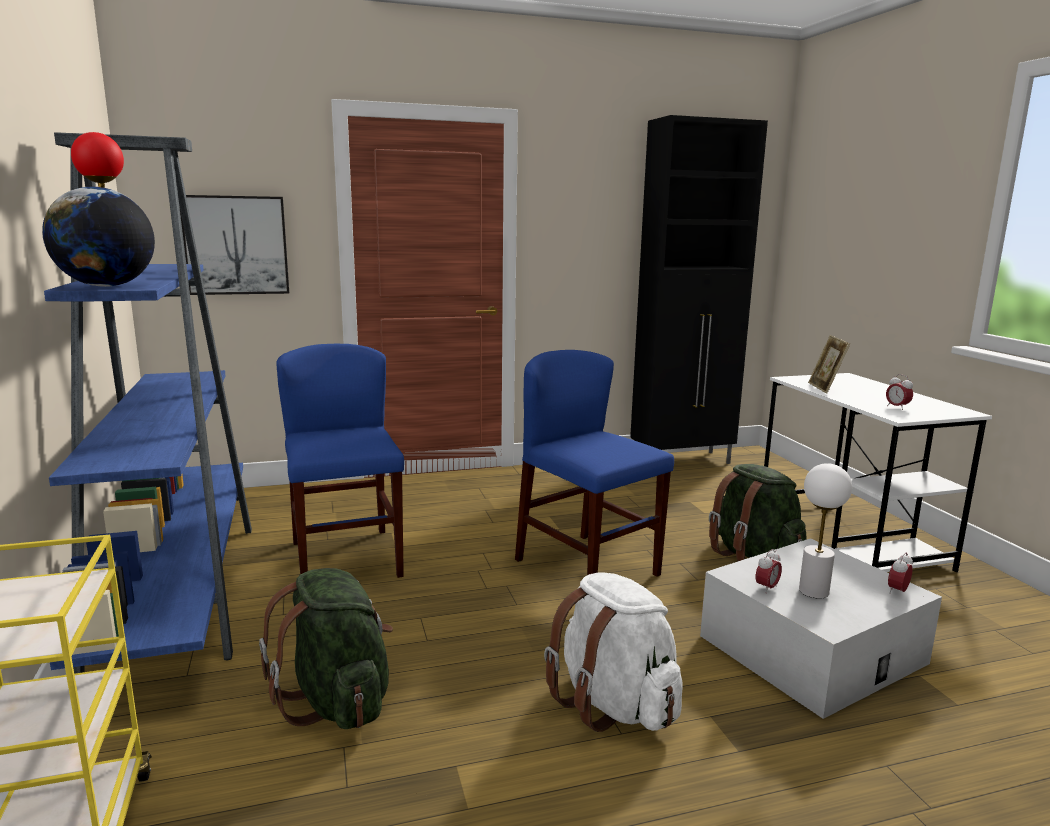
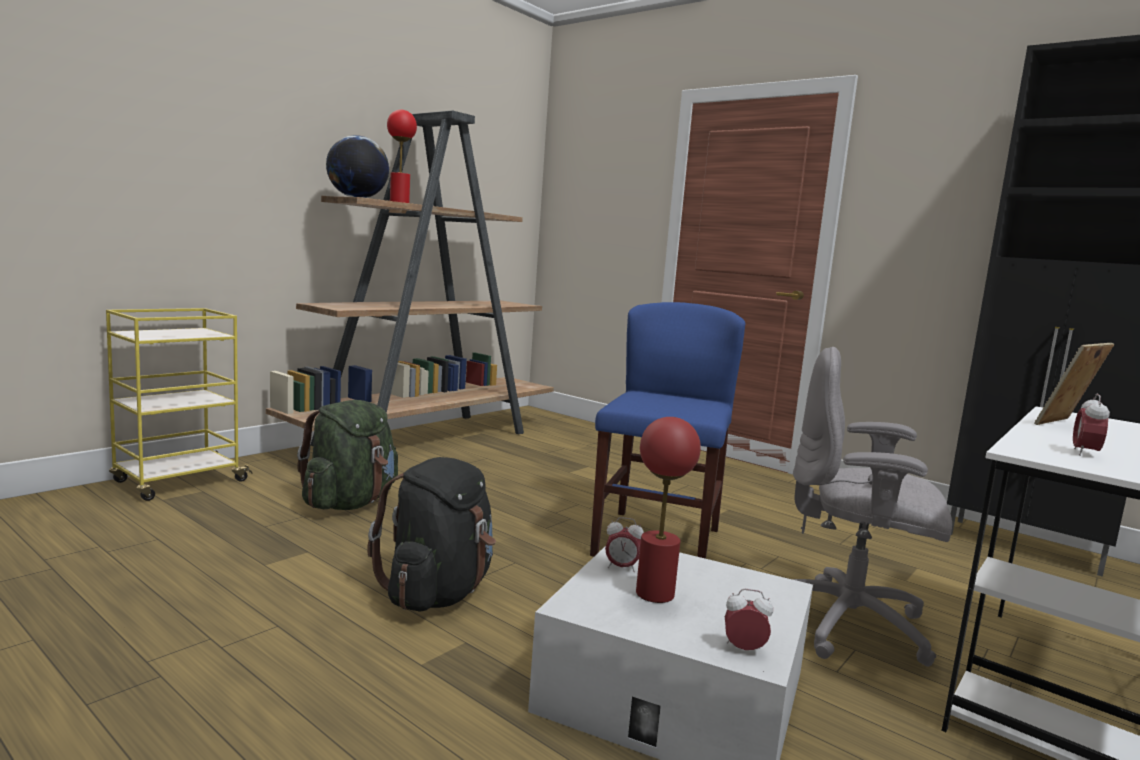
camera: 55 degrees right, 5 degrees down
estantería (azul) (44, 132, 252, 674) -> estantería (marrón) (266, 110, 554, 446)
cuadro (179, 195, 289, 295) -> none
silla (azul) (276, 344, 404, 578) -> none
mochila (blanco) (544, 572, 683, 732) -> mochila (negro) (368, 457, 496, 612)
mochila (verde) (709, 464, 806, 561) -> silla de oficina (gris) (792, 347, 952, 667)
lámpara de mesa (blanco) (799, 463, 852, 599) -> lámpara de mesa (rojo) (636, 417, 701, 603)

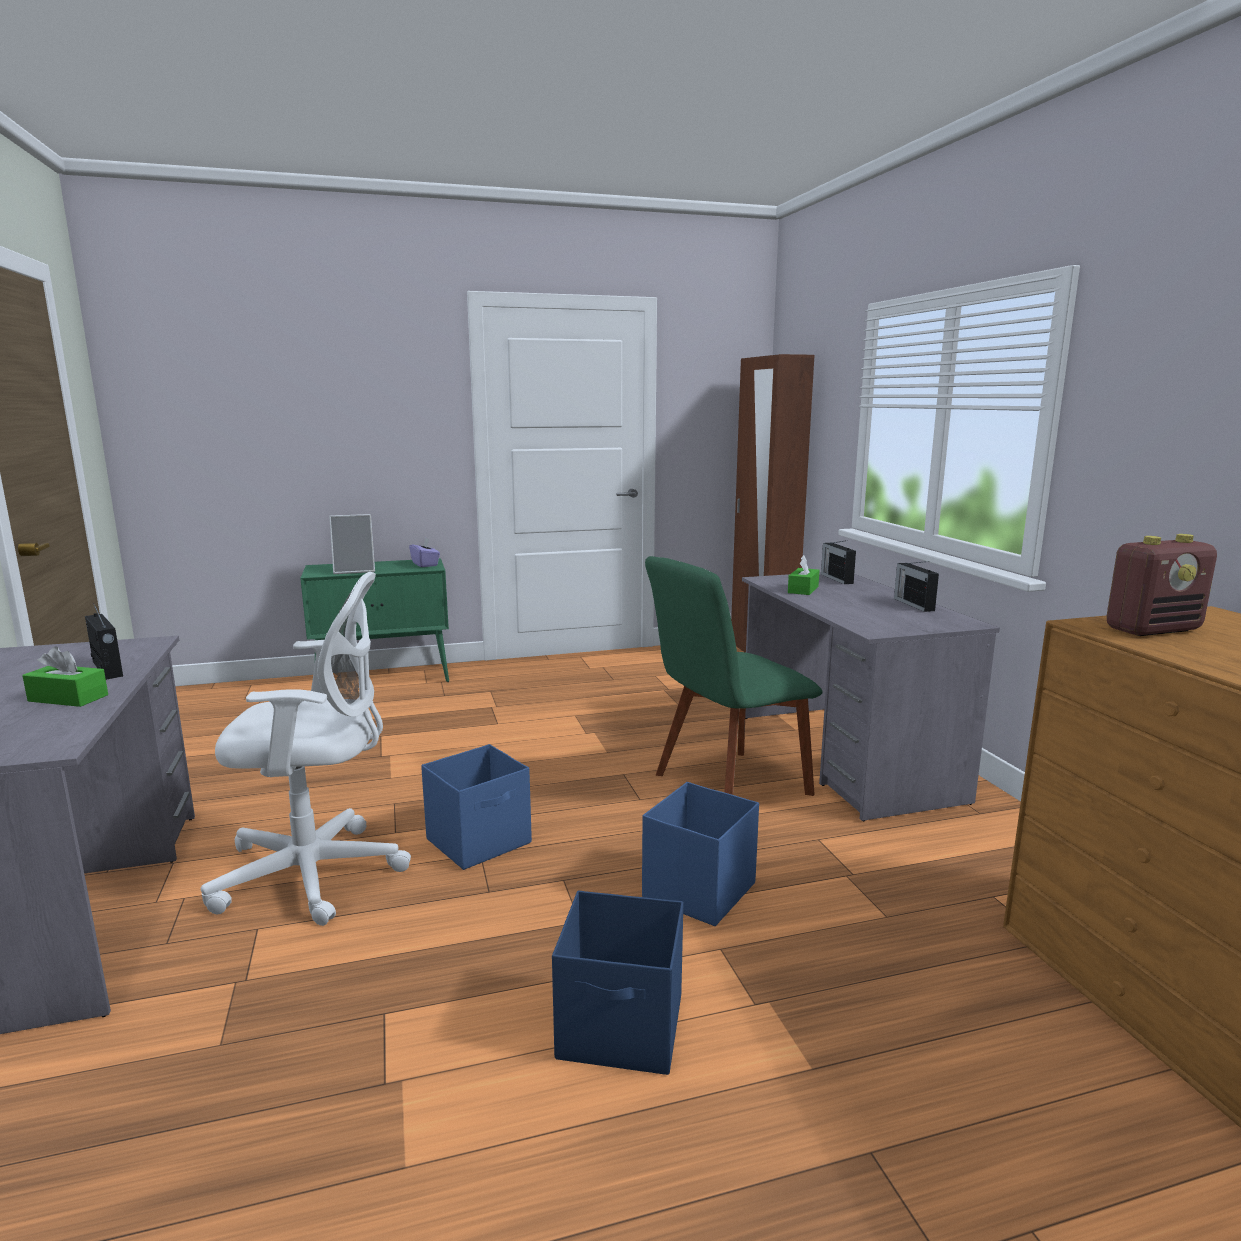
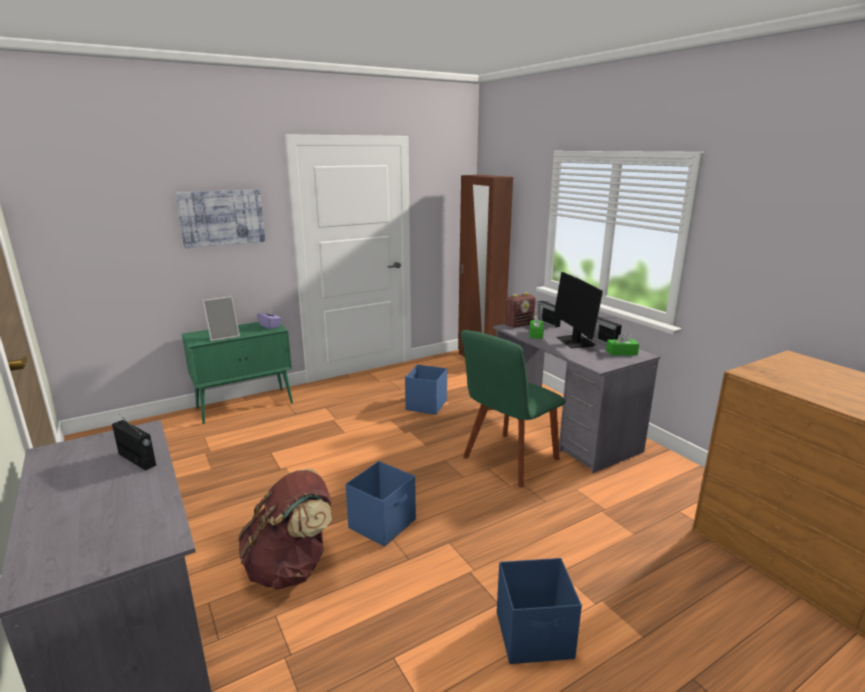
camera: 15 degrees left, 5 degrees up
caja de pañuelos (verde) (22, 646, 108, 707) -> caja de pañuelos (verde) (606, 331, 639, 356), shifted
silla de oficina (blanco) (201, 572, 411, 926) -> mochila (marrón) (238, 468, 332, 590)
caja de almacenaje (azul) (642, 782, 759, 926) -> caja de almacenaje (azul) (405, 364, 447, 415), shifted
radio (1106, 534, 1217, 636) -> radio (504, 292, 536, 328), shifted
none -> cuadro (175, 189, 265, 248)
none -> monitor (554, 272, 603, 348)

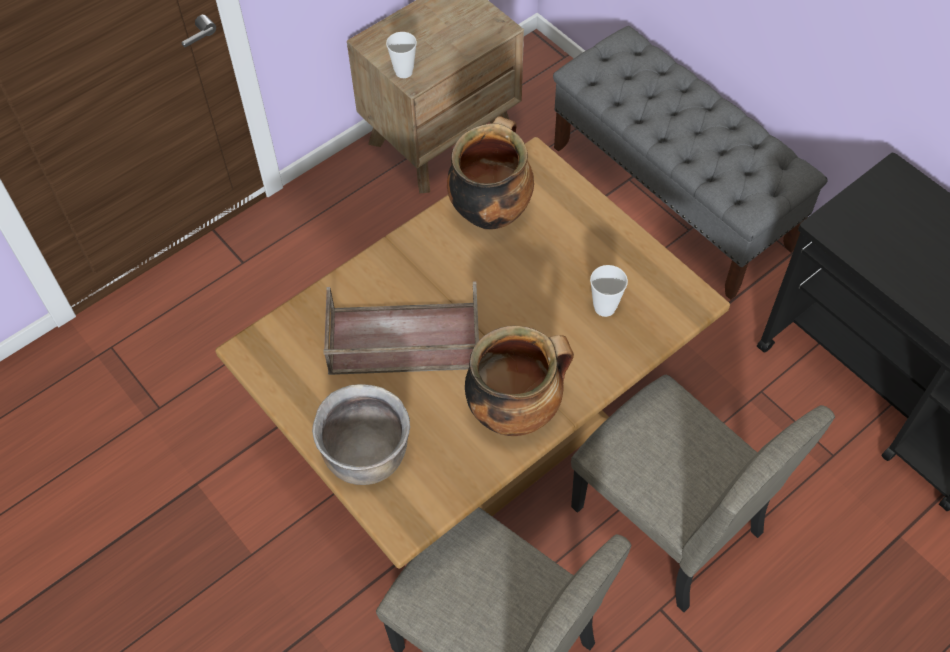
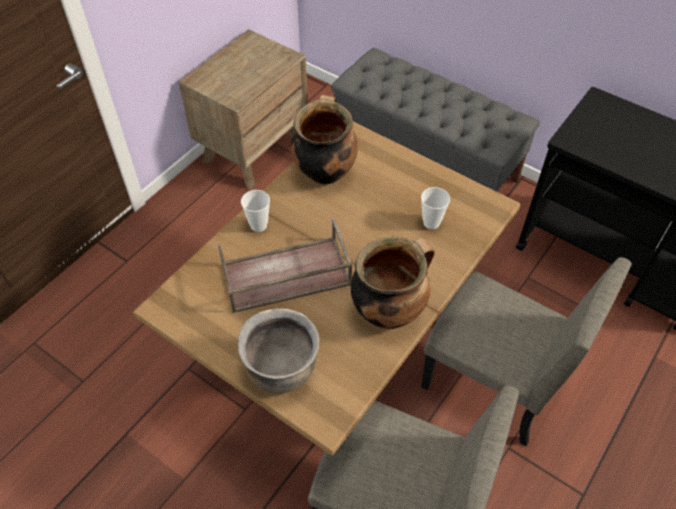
camera: 15 degrees left, 5 degrees down
taza (386, 32, 417, 78) -> taza (241, 190, 270, 232), shifted

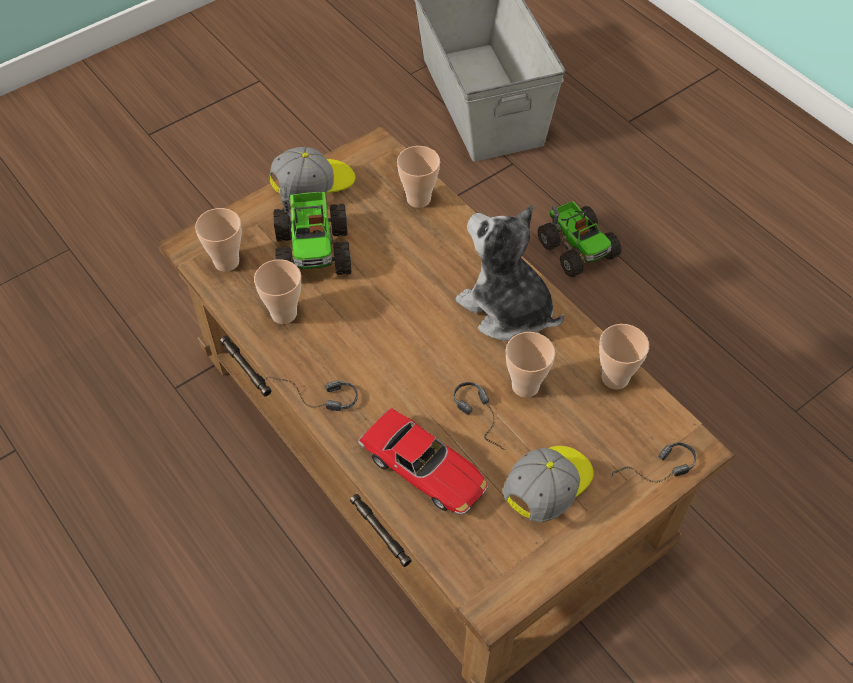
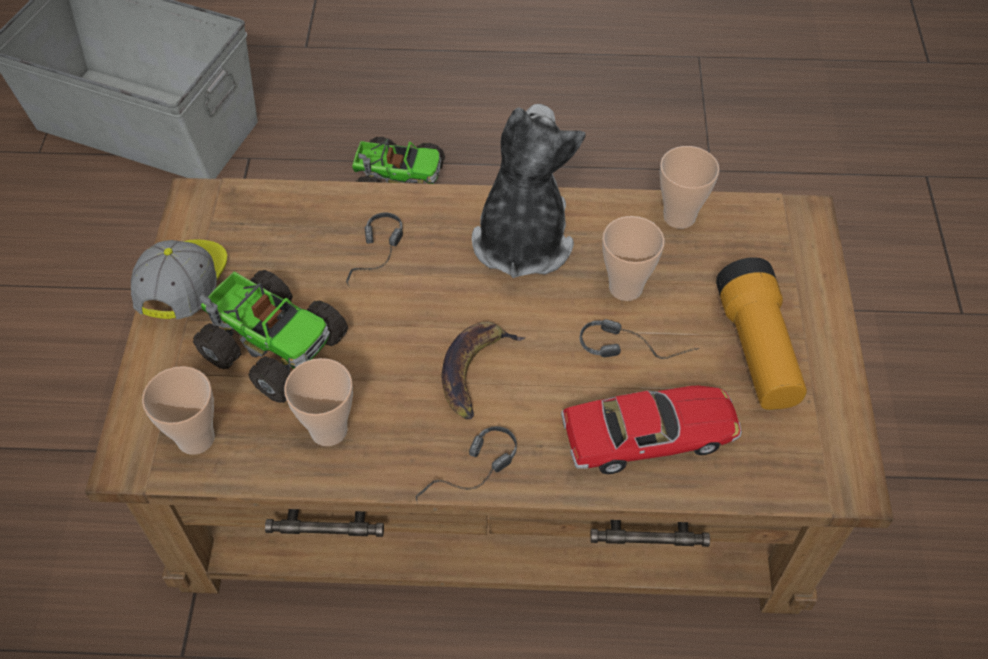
camera: 50 degrees left, 0 degrees up
taza (397, 146, 440, 208) -> none
peluche (455, 205, 564, 341) -> peluche (472, 104, 586, 278), 105 degrees clockwise
gorra (502, 446, 594, 523) -> linterna (716, 257, 807, 410)
auriculares (612, 442, 697, 482) -> auriculares (346, 212, 403, 287), shifted
none -> plátano (441, 322, 526, 420)

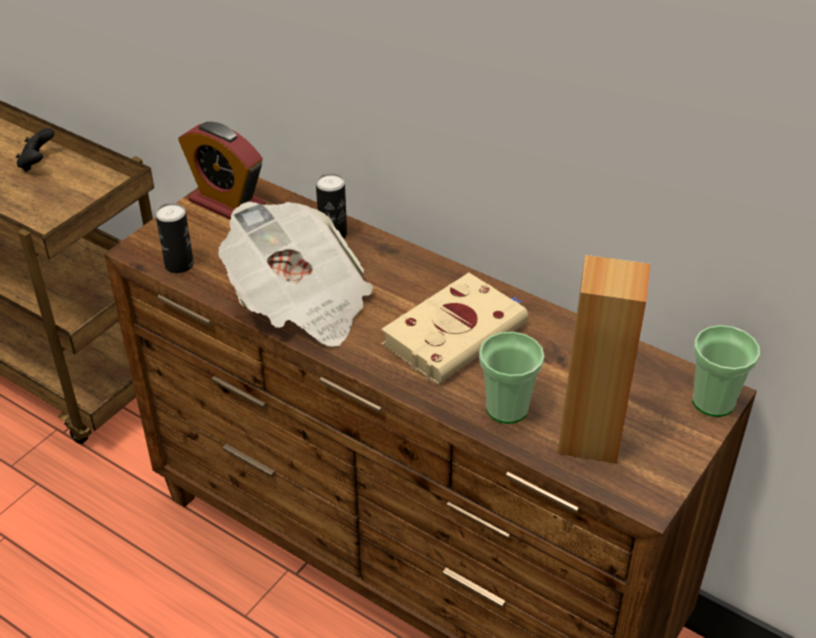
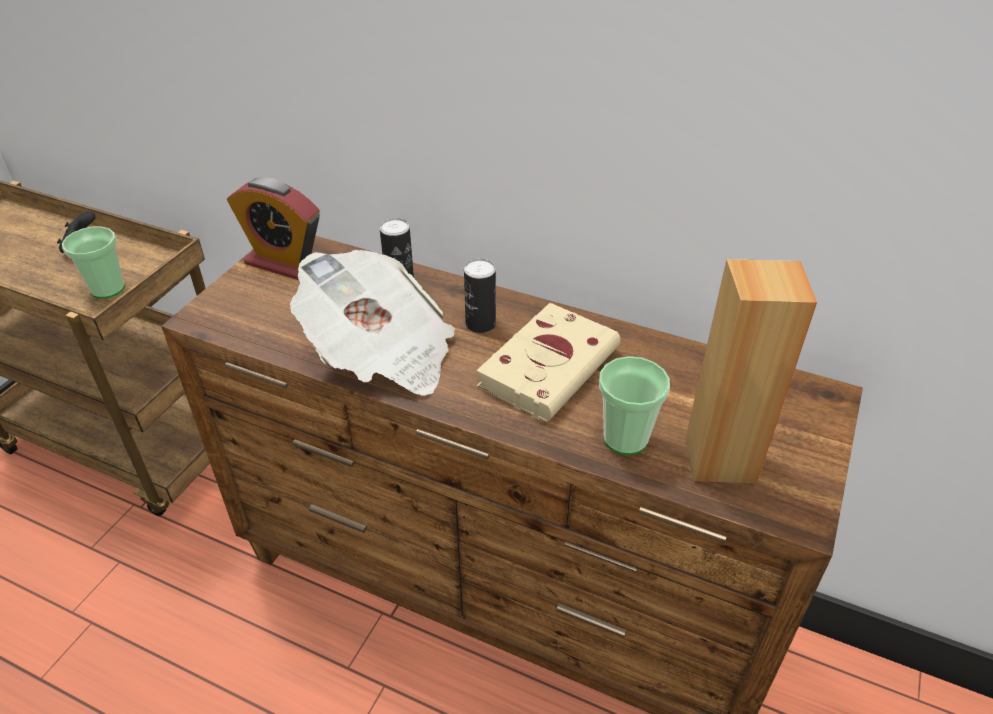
camera: 10 degrees left, 0 degrees up
lata (155, 203, 194, 273) -> lata (464, 259, 496, 333), shifted
taza (692, 325, 760, 417) -> taza (62, 227, 125, 299), shifted

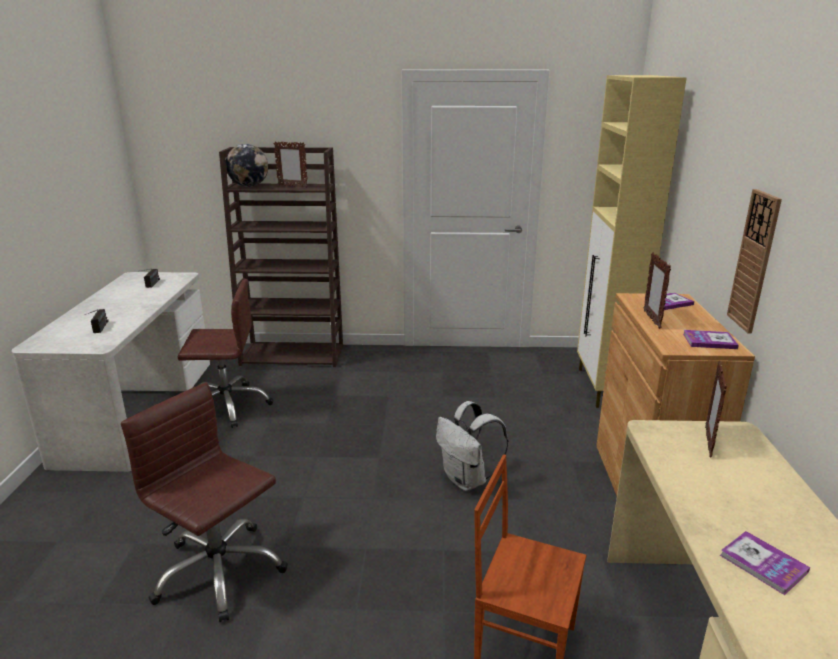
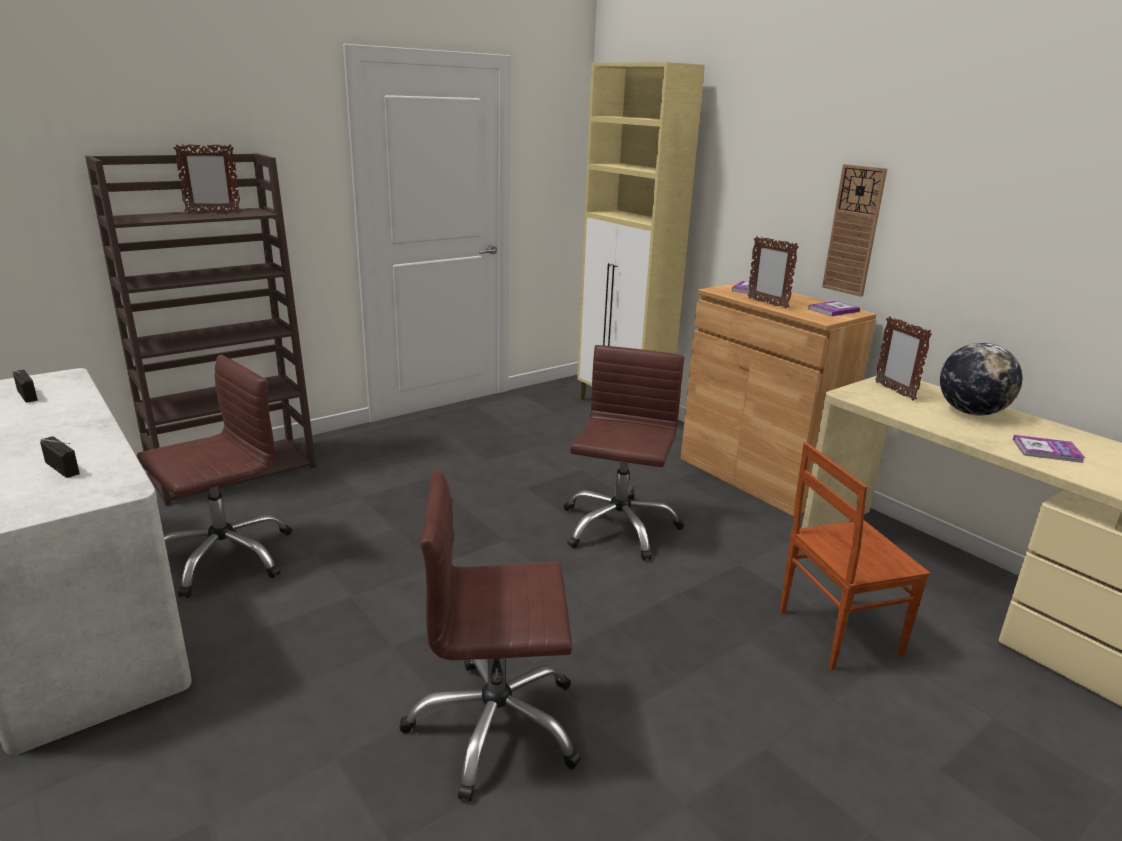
camera: 40 degrees left, 0 degrees up
globo terráqueo (226, 144, 268, 187) -> globo terráqueo (940, 343, 1022, 416), shifted
mochila (blanco) (436, 401, 508, 491) -> silla de oficina (marrón) (564, 345, 684, 561)

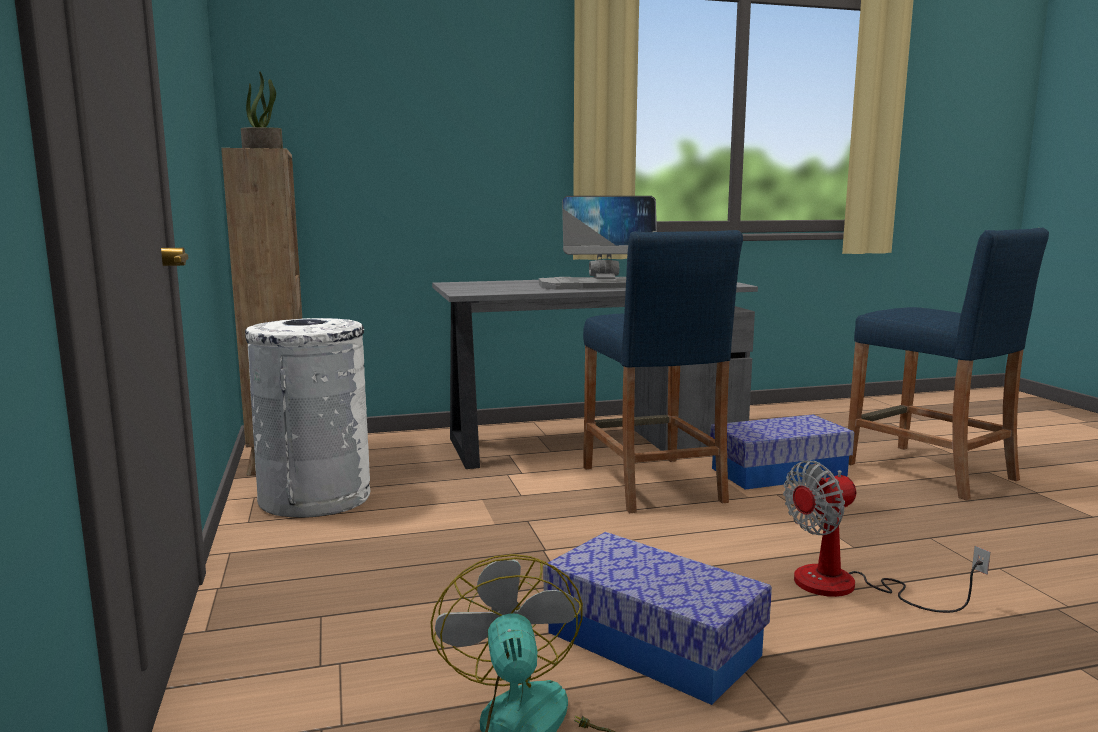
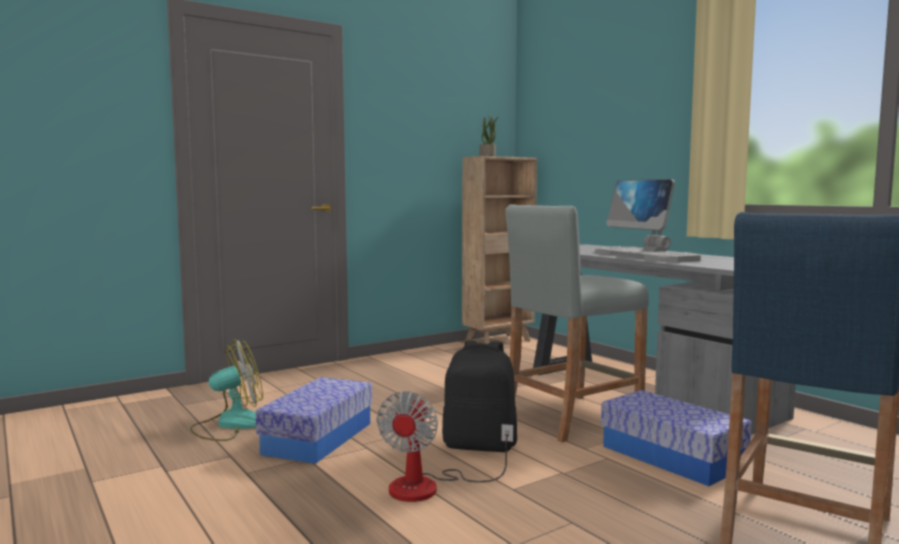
camera: 70 degrees right, 5 degrees down
papelera (blanco) (245, 318, 371, 518) -> none
taburete (azul) (583, 230, 743, 513) -> taburete (gris) (505, 205, 649, 442)
ventilador (783, 460, 990, 613) -> ventilador (377, 391, 513, 502), 120 degrees counterclockwise
none -> mochila (negro) (442, 341, 517, 452)

